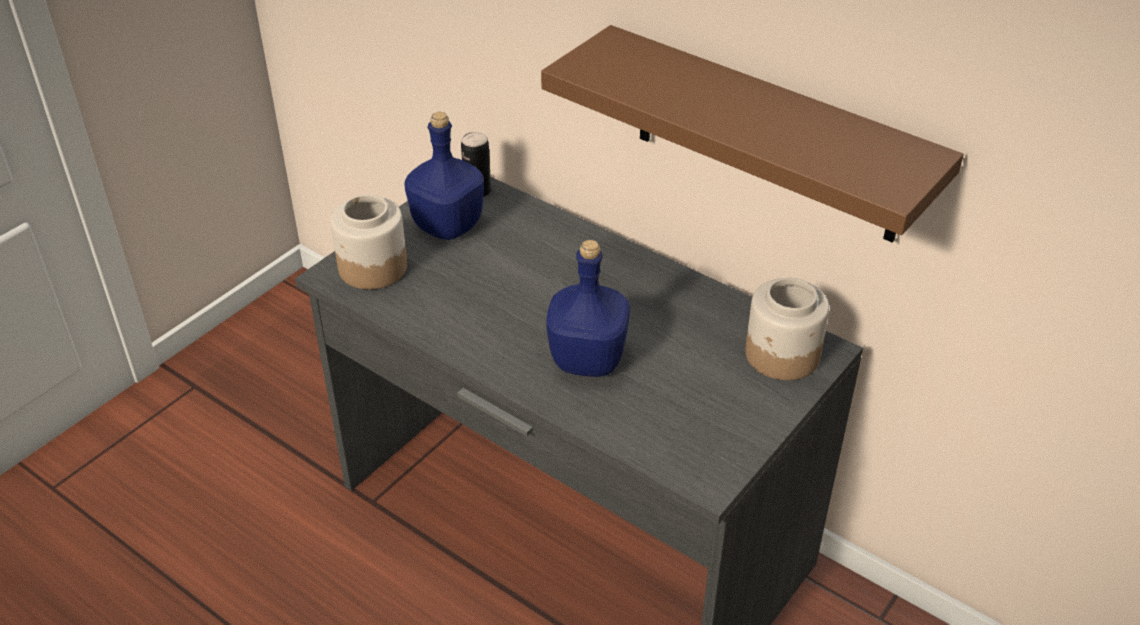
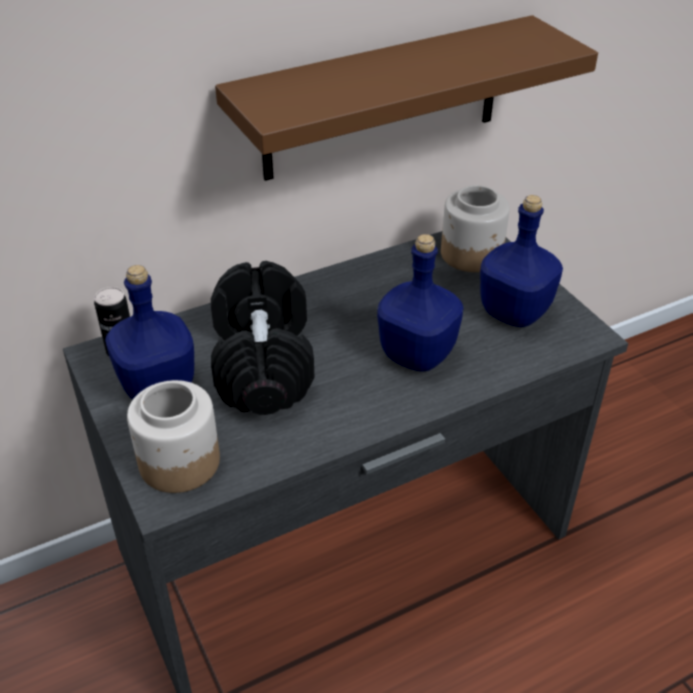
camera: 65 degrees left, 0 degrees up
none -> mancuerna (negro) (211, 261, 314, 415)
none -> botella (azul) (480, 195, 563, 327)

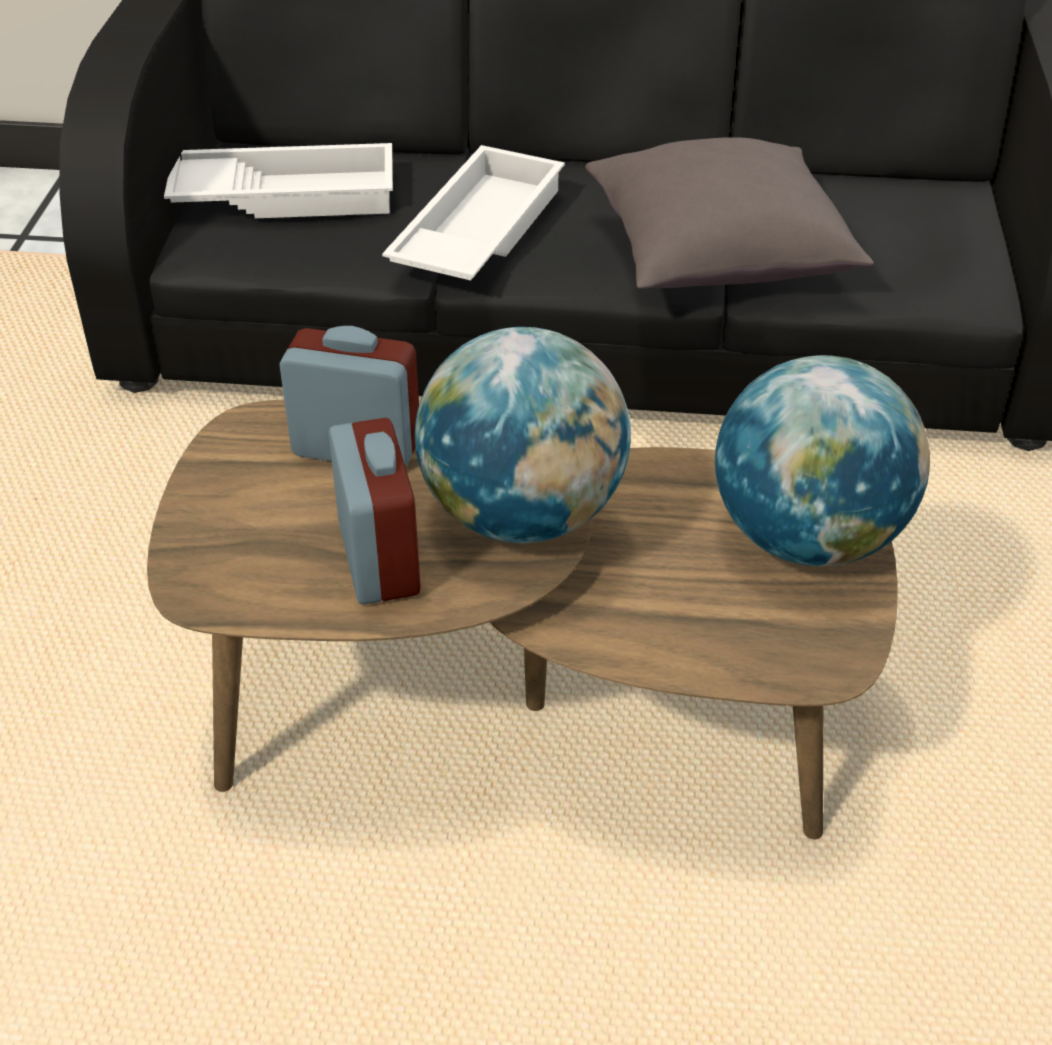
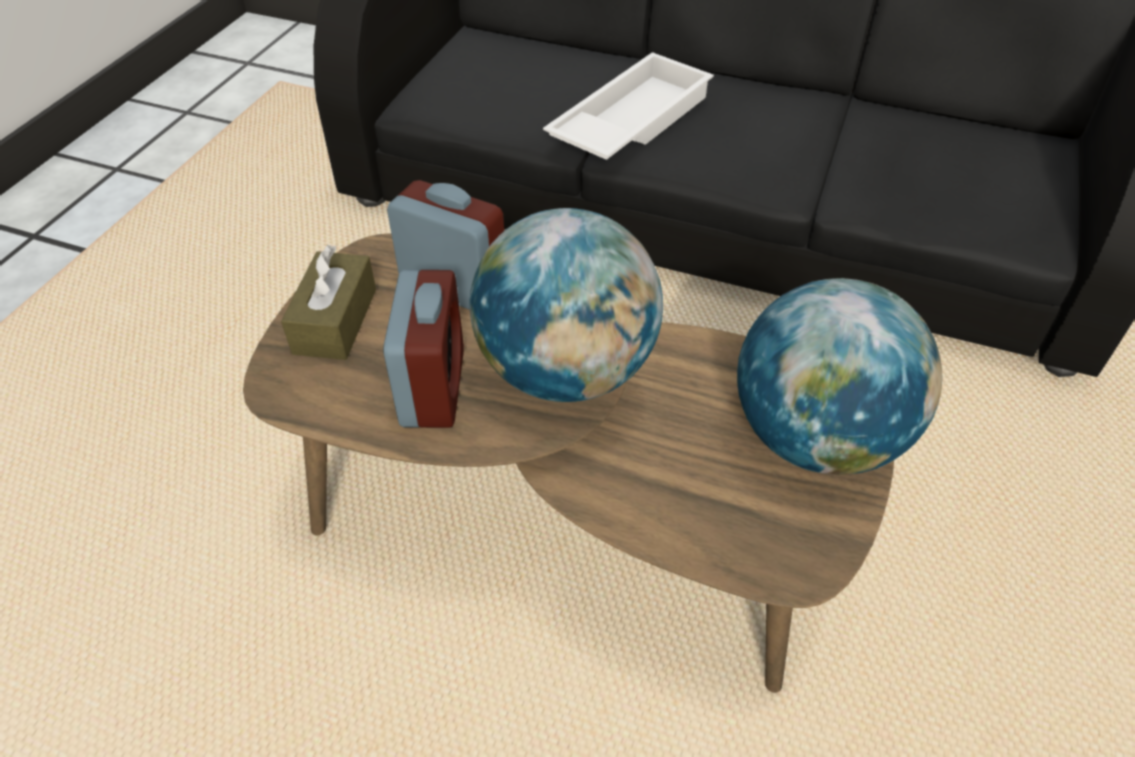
camera: 15 degrees right, 5 degrees up
bandeja (blanco) (164, 143, 393, 218) -> none
cojín (gris) (585, 137, 874, 289) -> none
none -> caja de pañuelos (marrón) (281, 245, 376, 360)

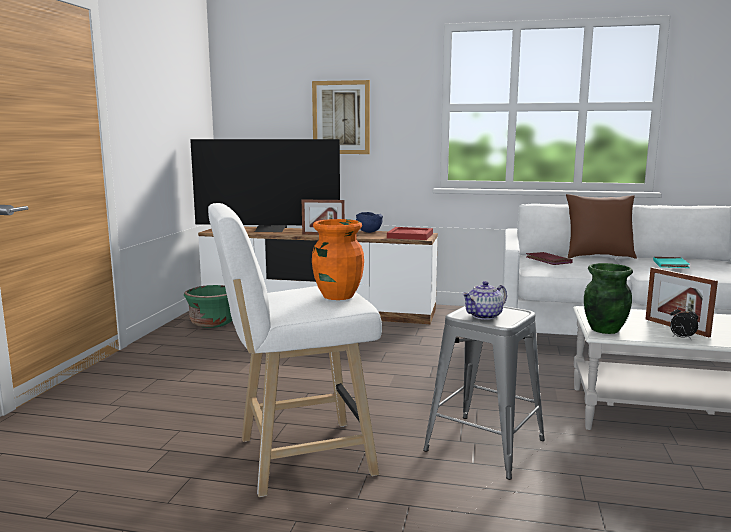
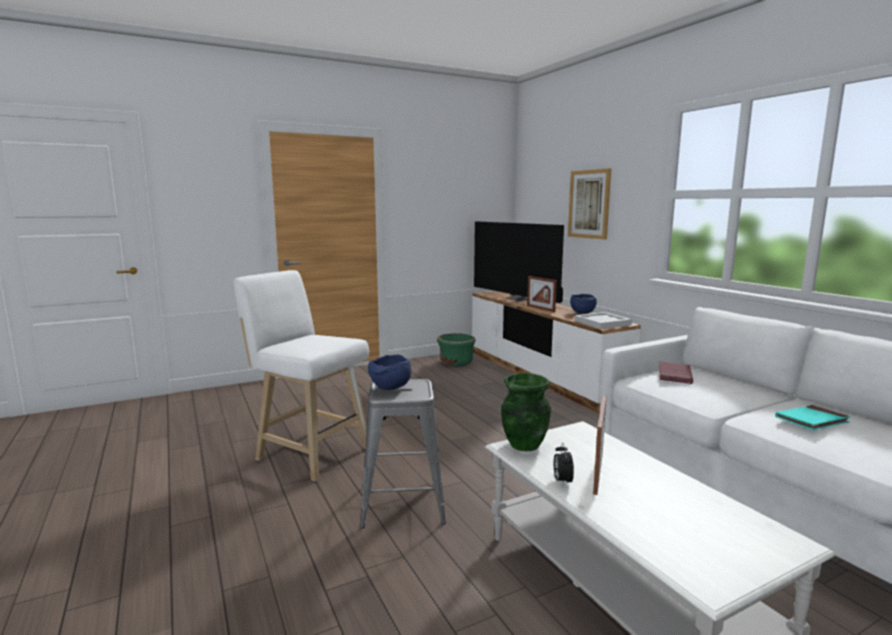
camera: 50 degrees right, 0 degrees up
florero (naranja) (312, 219, 364, 300) -> none
bandeja (rojo) (387, 227, 433, 240) -> bandeja (blanco) (575, 312, 632, 329)
tetera (462, 281, 507, 320) -> cuenco (azul) (368, 354, 412, 390)
cojín (marrón) (566, 194, 637, 259) -> none

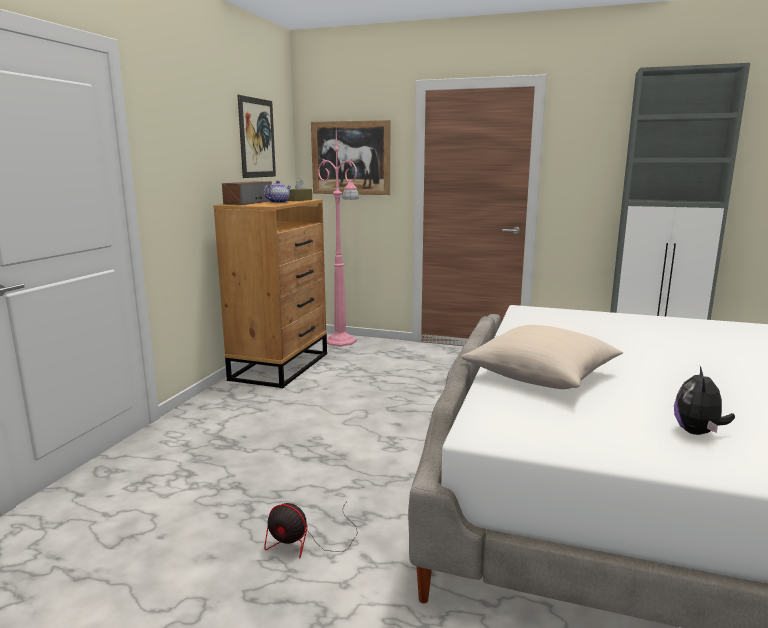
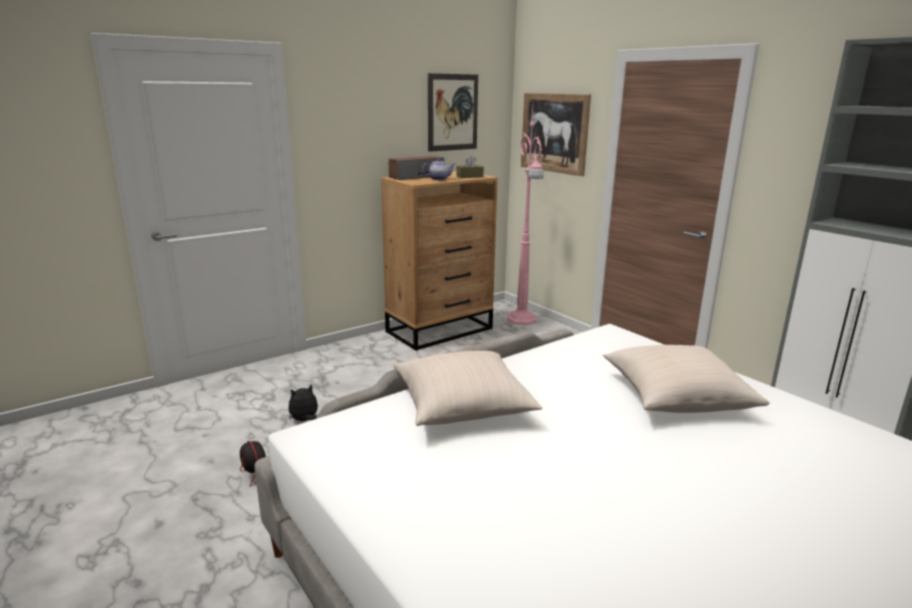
camera: 35 degrees right, 5 degrees up
peluche (674, 366, 735, 435) -> peluche (289, 384, 318, 421), shifted
none -> cojín (beis) (603, 345, 770, 413)

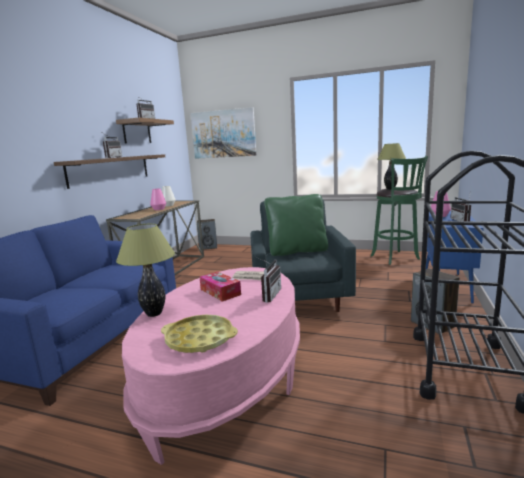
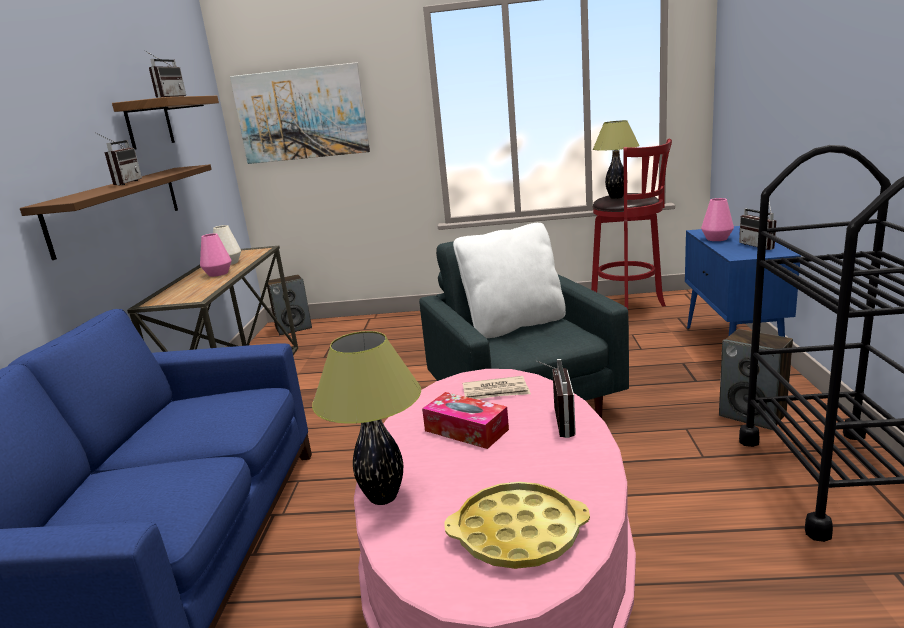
camera: 15 degrees left, 5 degrees up
cojín (verde) (264, 194, 328, 256) -> cojín (blanco) (453, 223, 566, 339)
taburete (verde) (371, 156, 428, 265) -> taburete (rojo) (591, 139, 672, 309)

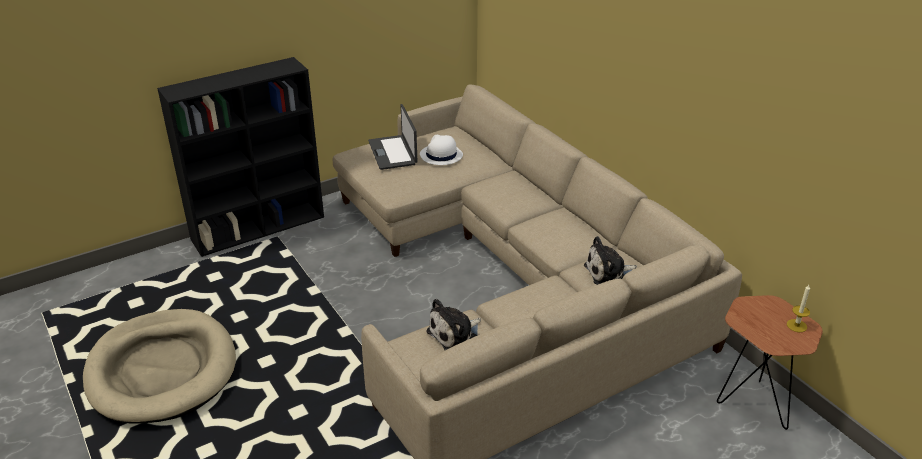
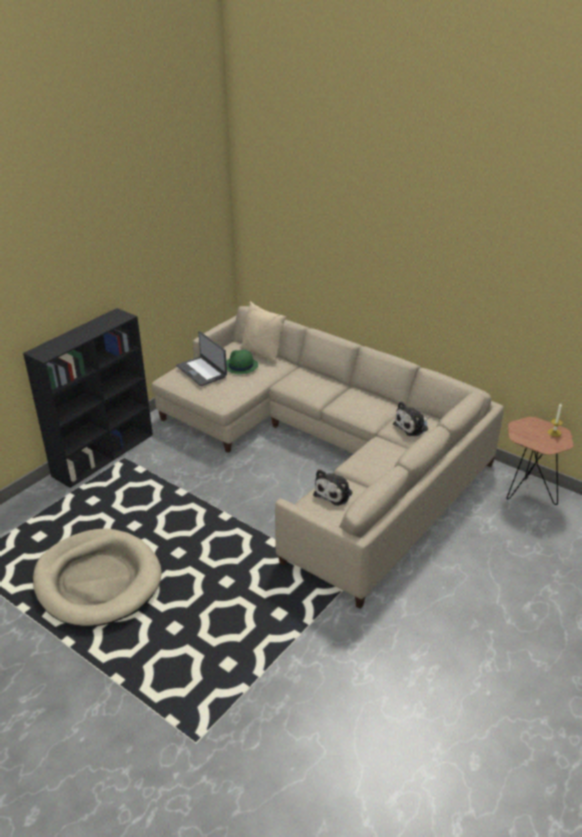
camera: 20 degrees left, 0 degrees up
sombrero (blanco) (420, 135, 463, 165) -> sombrero (verde) (226, 349, 258, 374)
none -> cojín (beis) (240, 301, 286, 363)

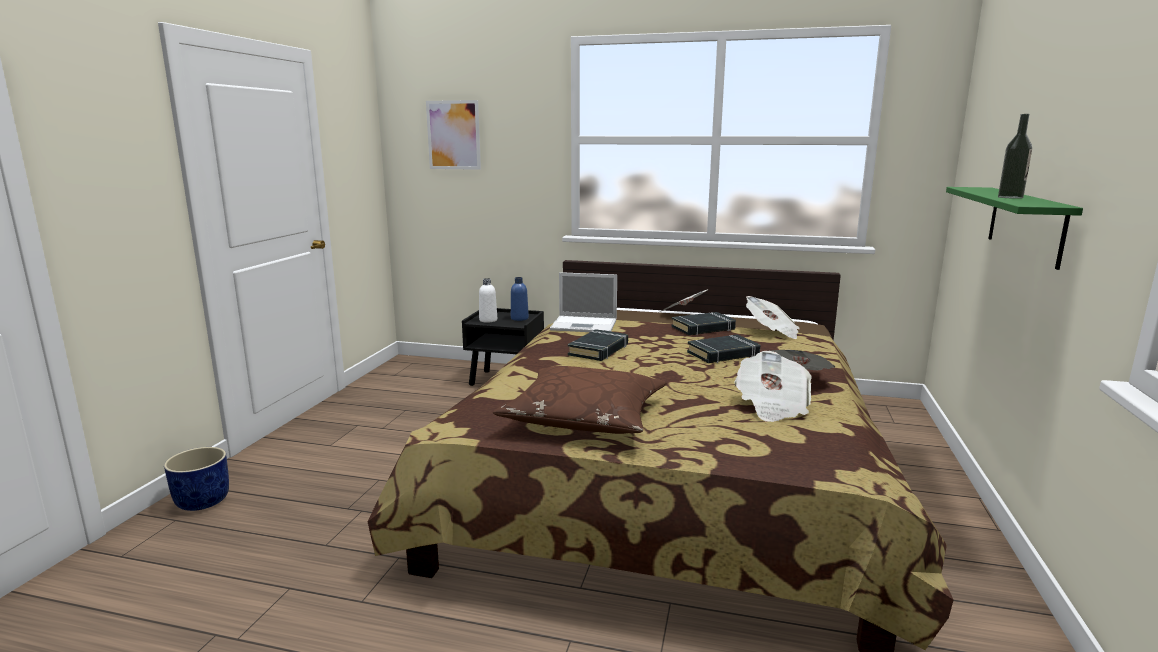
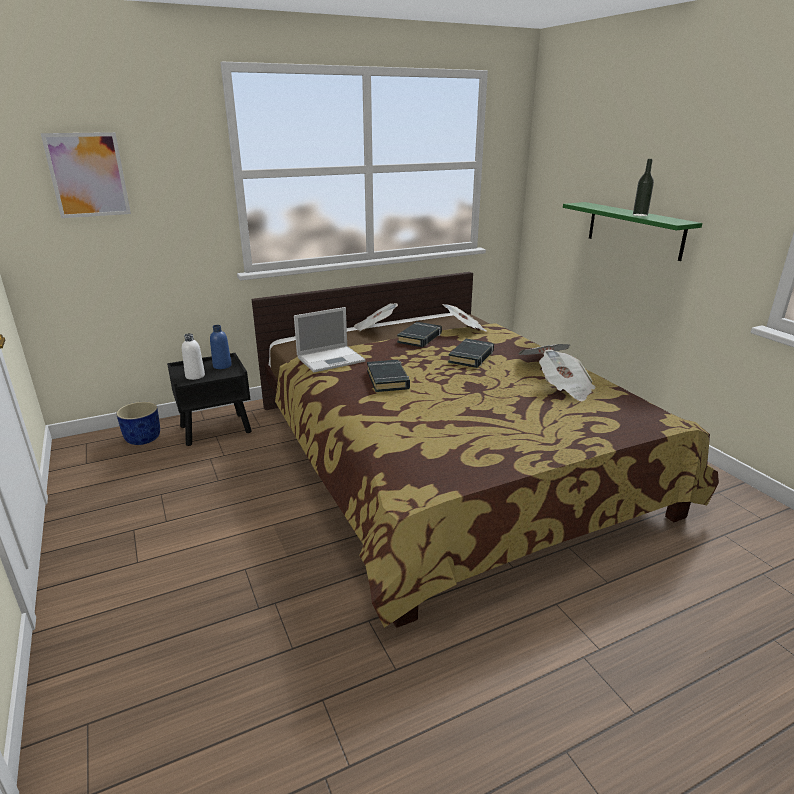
camera: 40 degrees left, 10 degrees up
maceta (azul) (164, 447, 229, 511) -> maceta (azul) (116, 402, 160, 445), shifted
cojín (marrón) (493, 366, 667, 434) -> none

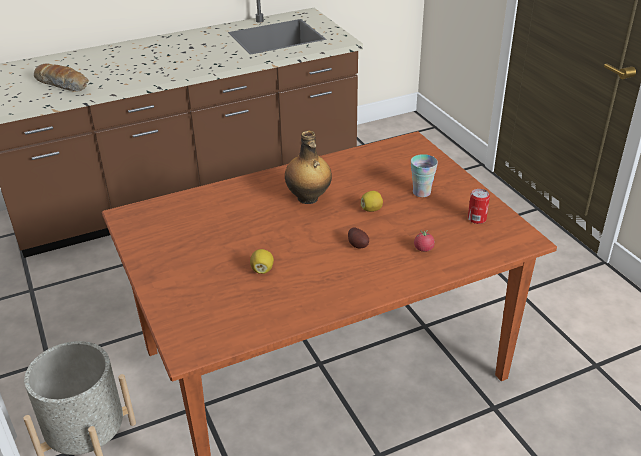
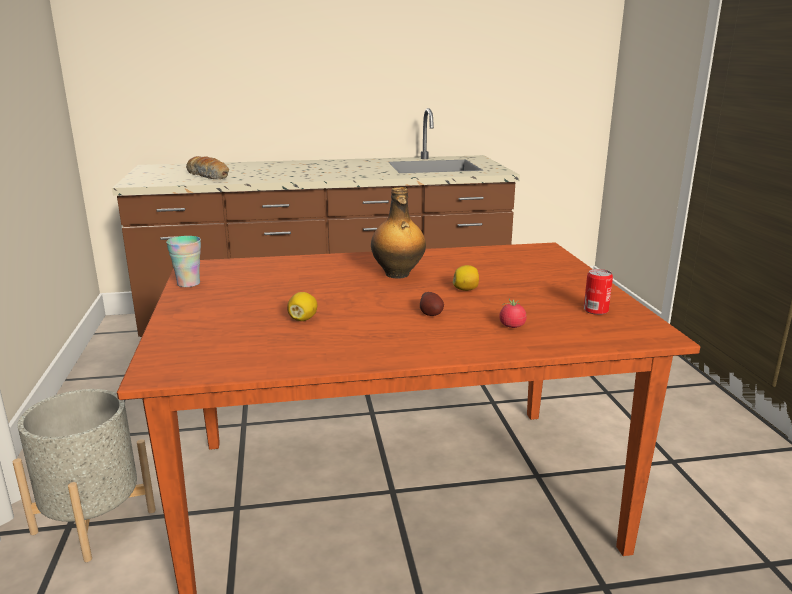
camera: 15 degrees right, 15 degrees down
taza (411, 154, 438, 197) -> taza (166, 236, 201, 287), shifted

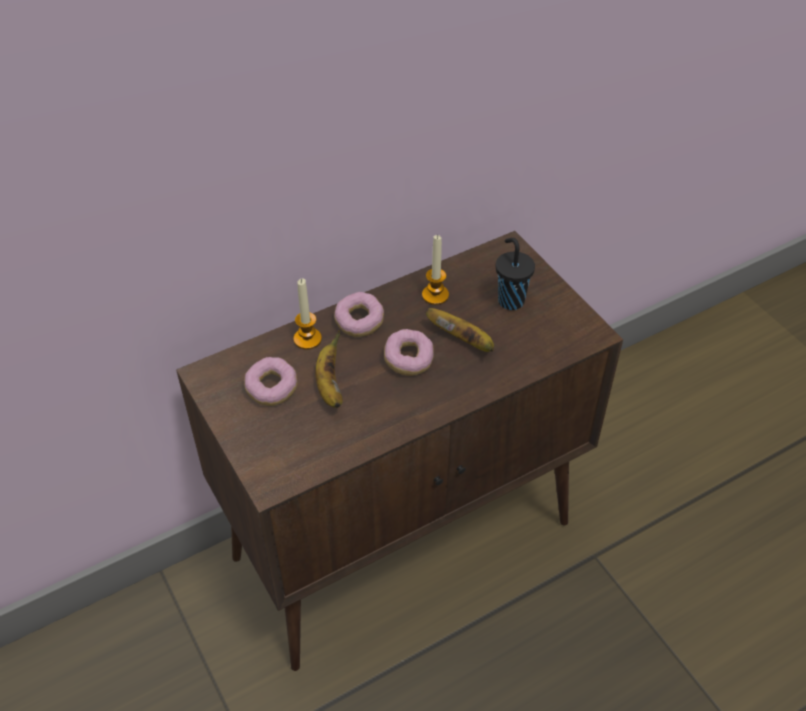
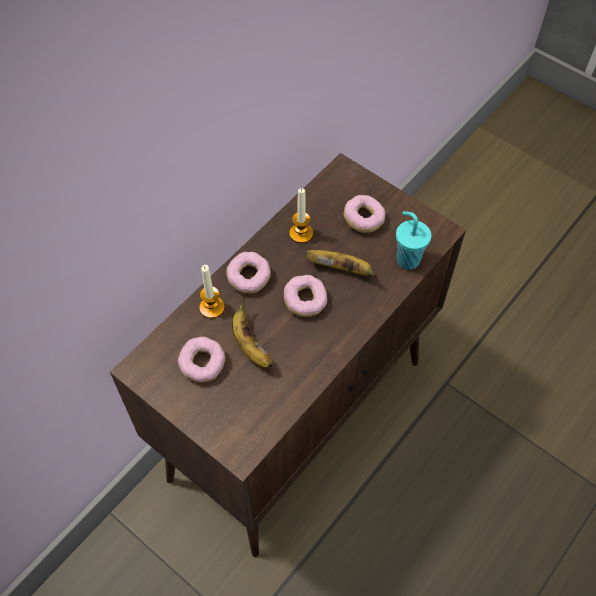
camera: 20 degrees left, 10 degrees up
taza (negro) (496, 238, 535, 310) -> rosquilla (344, 195, 385, 233)
none -> taza (turquesa) (396, 211, 431, 270)

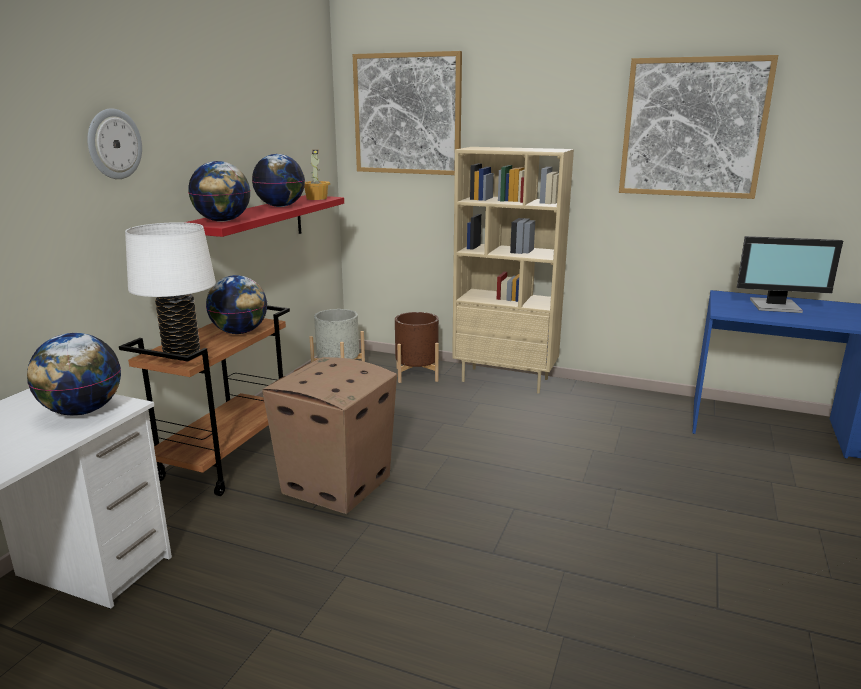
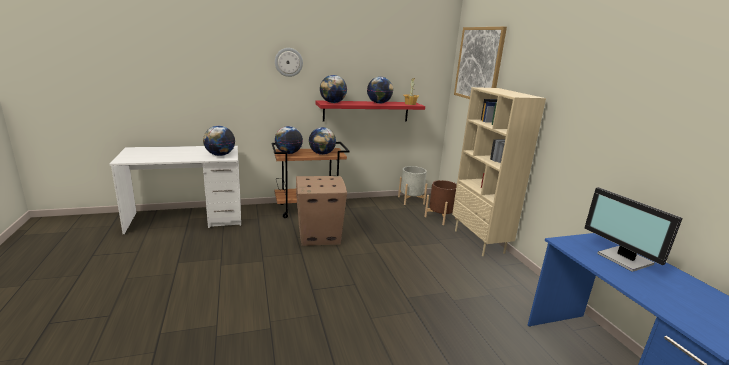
camera: 50 degrees right, 0 degrees up
lámpara de mesa (blanco) (125, 222, 216, 359) -> globo terráqueo (275, 126, 303, 154)
cuadro (619, 55, 778, 199) -> none

